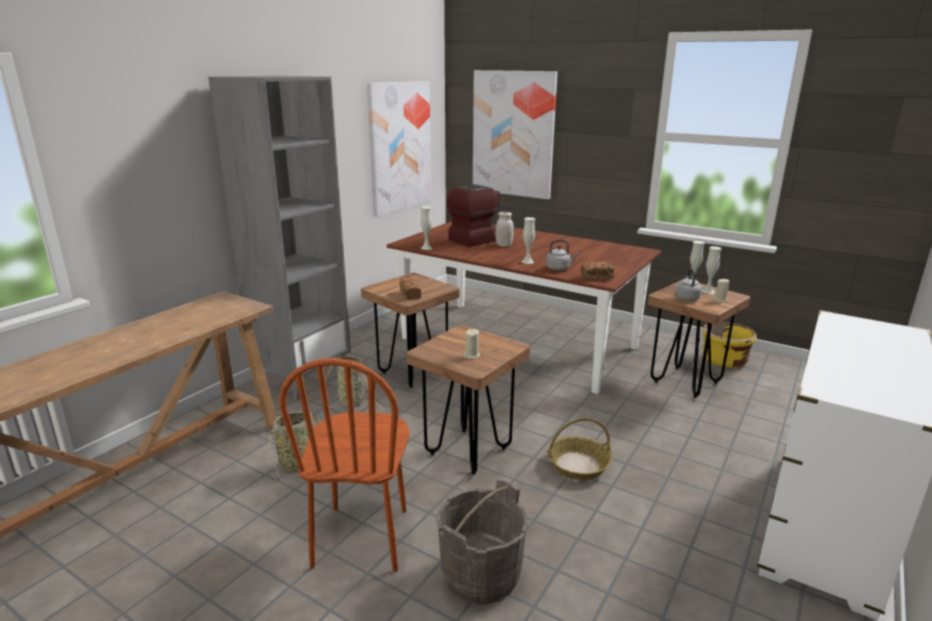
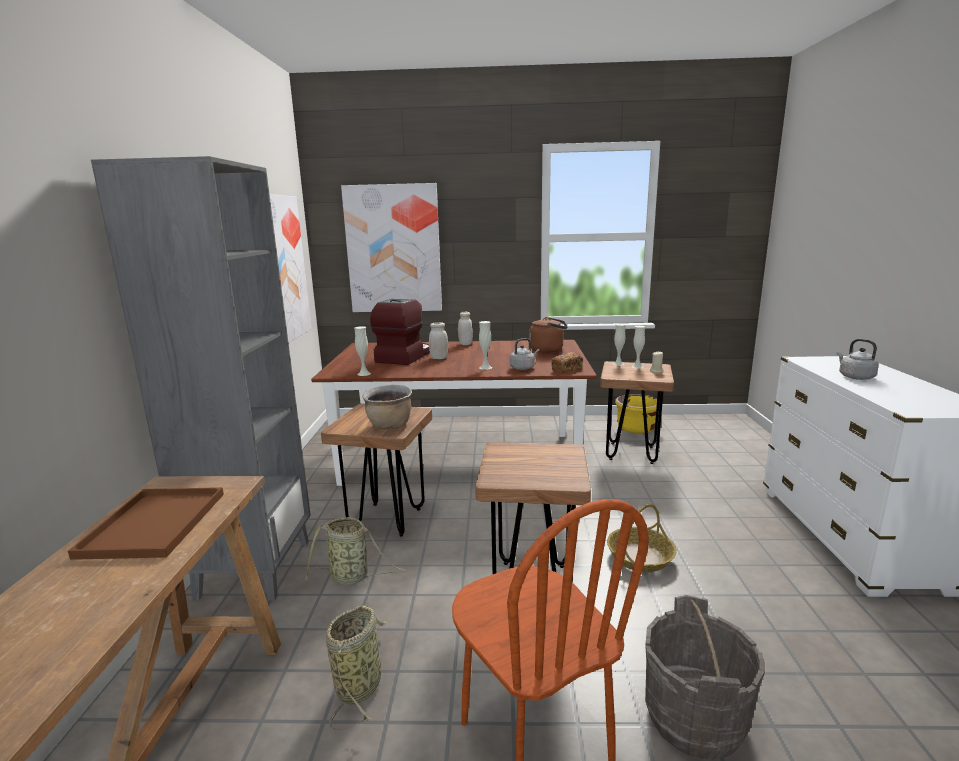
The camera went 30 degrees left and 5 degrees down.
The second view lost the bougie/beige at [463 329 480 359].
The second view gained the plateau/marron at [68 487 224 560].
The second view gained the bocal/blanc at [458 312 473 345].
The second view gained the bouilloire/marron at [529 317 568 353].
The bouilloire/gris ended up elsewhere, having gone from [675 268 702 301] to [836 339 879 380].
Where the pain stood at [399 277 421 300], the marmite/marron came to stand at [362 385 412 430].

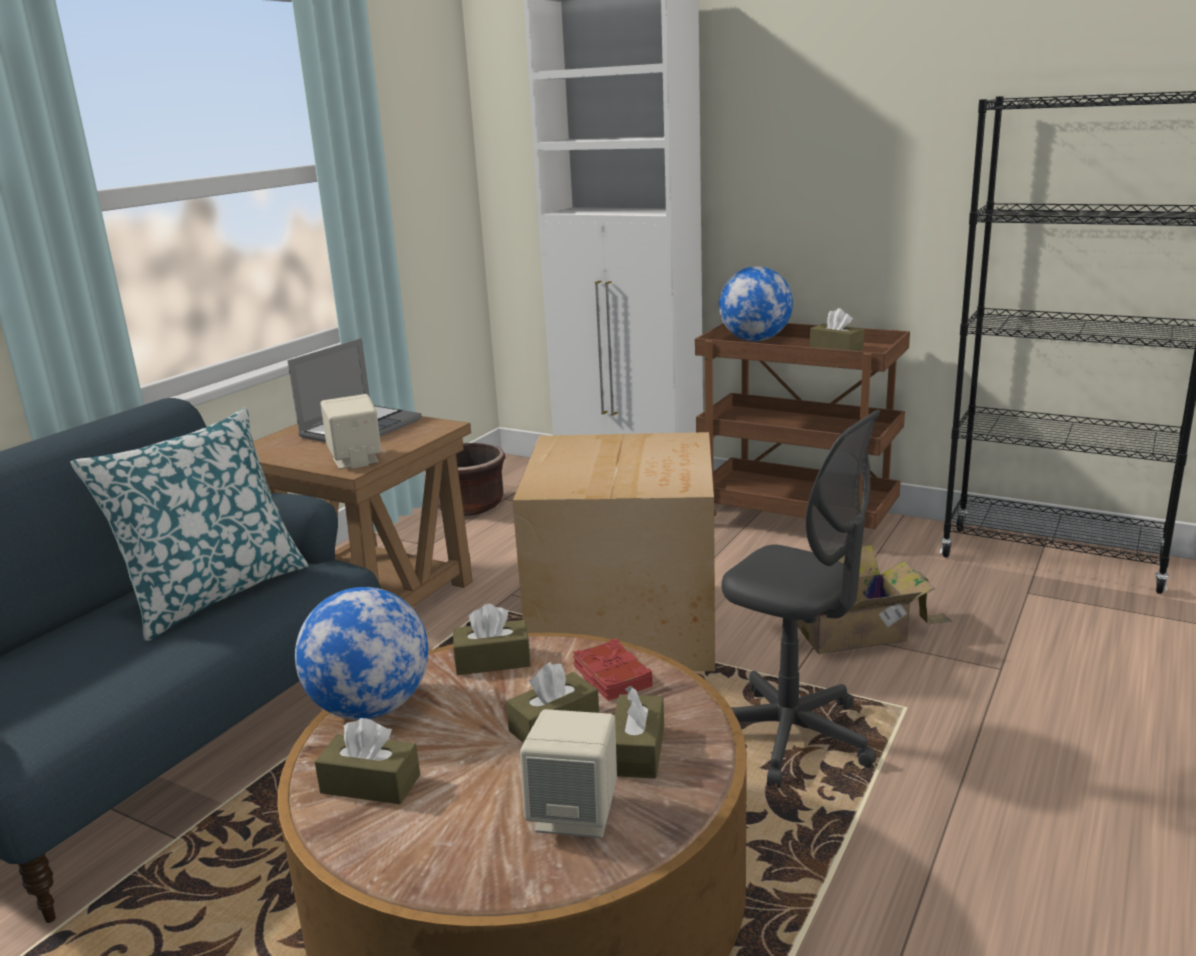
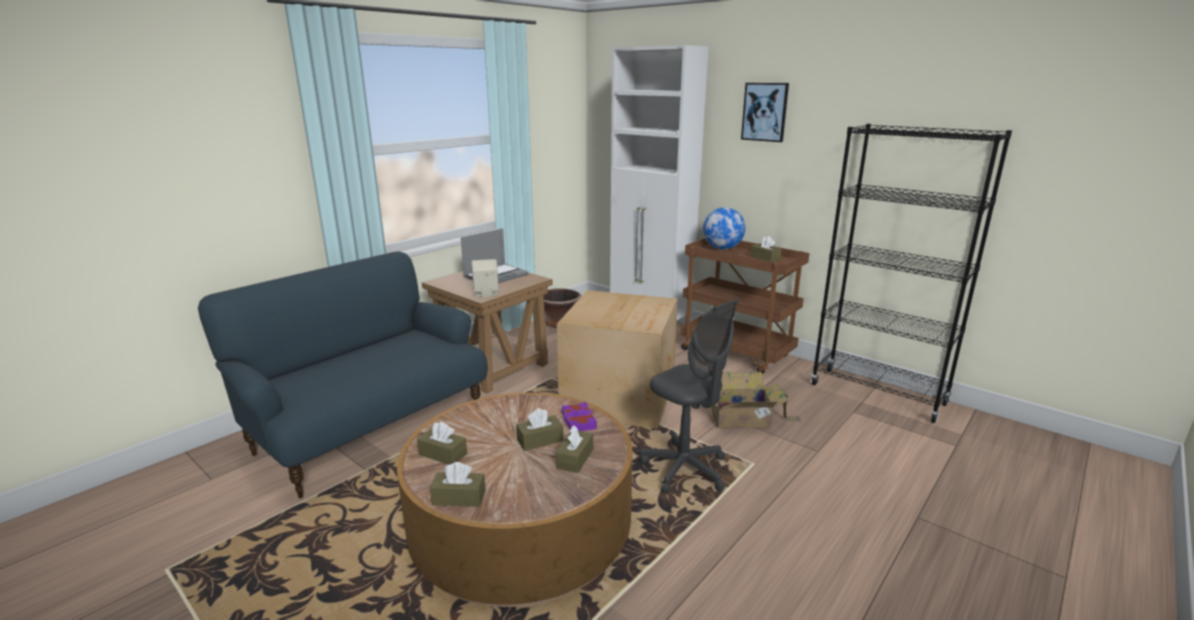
The camera went 10 degrees right and 0 degrees up.
The second view lost the coussin at [70 408 309 642].
The second view lost the globe at [295 587 429 720].
The second view lost the enceinte/beige at [520 709 617 838].
The second view gained the tableau at [741 83 789 142].
The boîte à mouchoirs/marron ended up elsewhere, having gone from [453 604 531 675] to [430 462 485 507].
What was the livre/rouge at [573 638 653 701] turned into the livre/violet at [562 402 597 431].

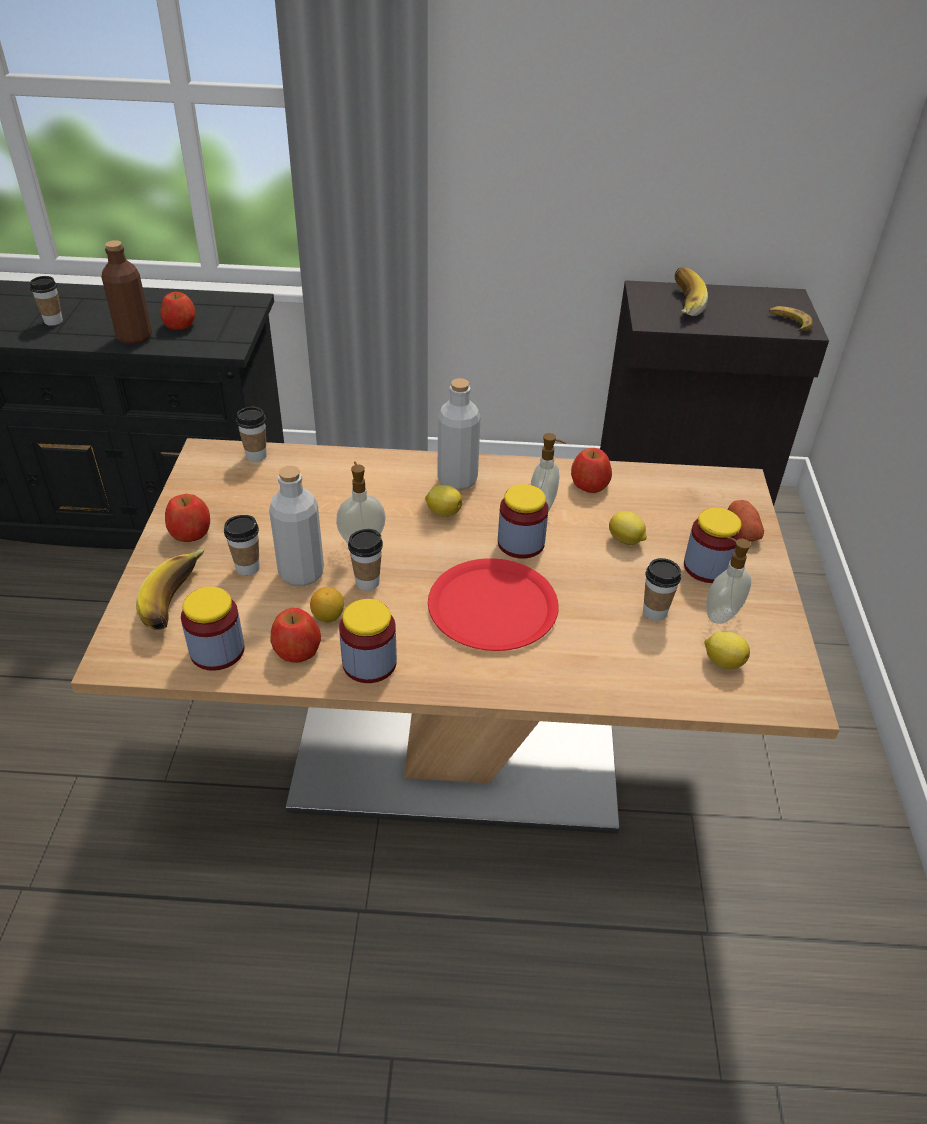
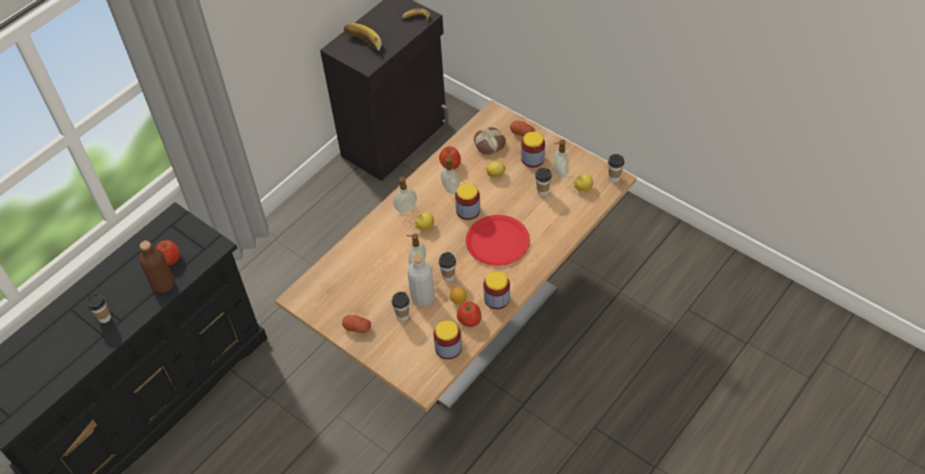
The camera went 50 degrees left and 10 degrees up.
The second view lost the banane at [136 549 205 630].
The second view gained the pain at [474 127 506 155].
The tasse ended up elsewhere, having gone from [236 407 267 462] to [608 154 624 182].
Where the pomme stood at [165 494 210 542], the pomme de terre came to stand at [342 315 371 333].
Where the bouteille/gris stood at [437 378 481 491], the distributeur de savon came to stand at [393 177 417 213].

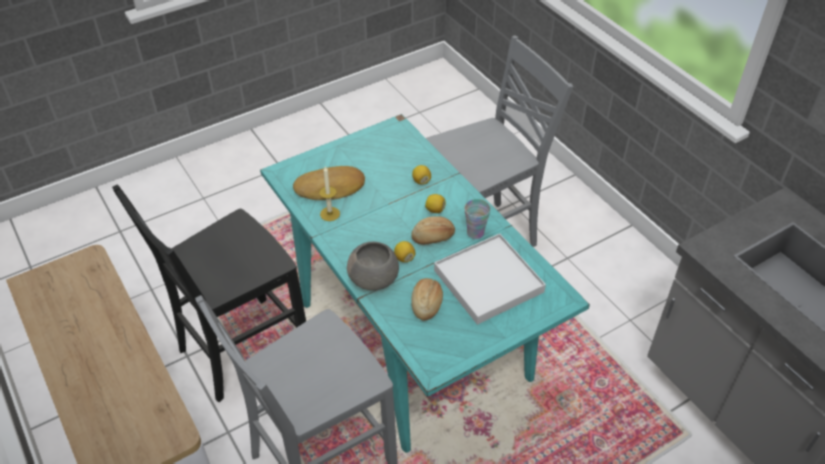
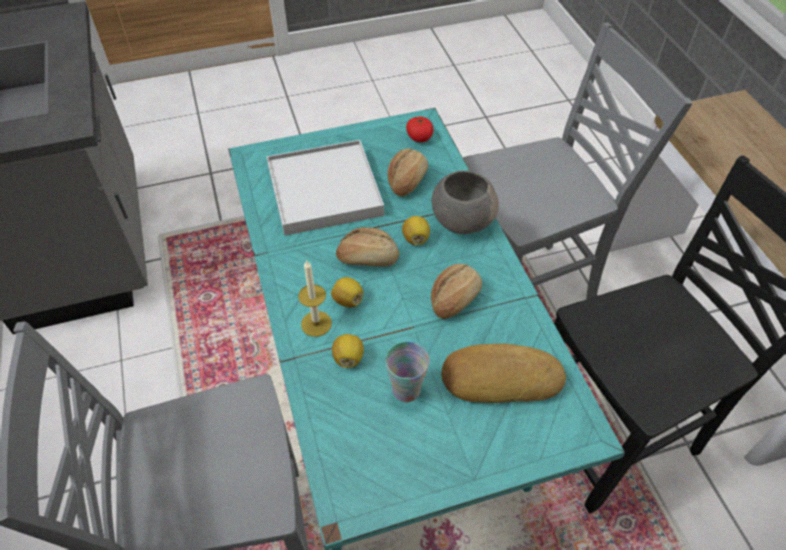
The camera went 165 degrees left and 5 degrees up.
The second view gained the tomate at [406 117 433 142].
The second view gained the pain at [431 264 482 319].
The bougie ended up elsewhere, having gone from [319 166 340 221] to [298 260 332 337].
The tasse ended up elsewhere, having gone from [465 199 491 239] to [385 342 429 402].

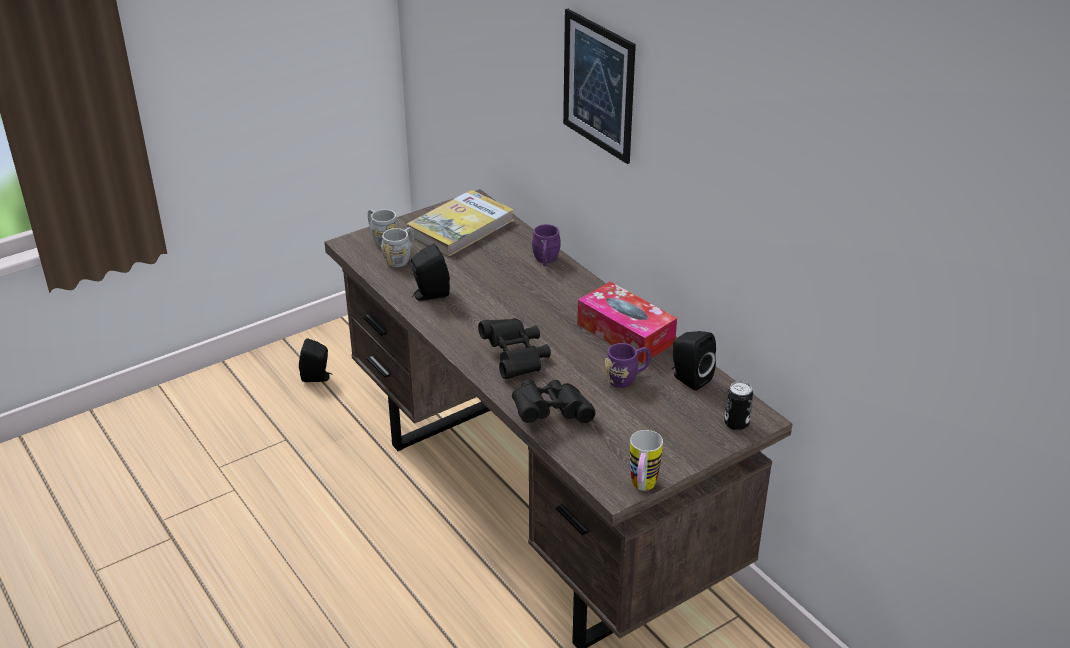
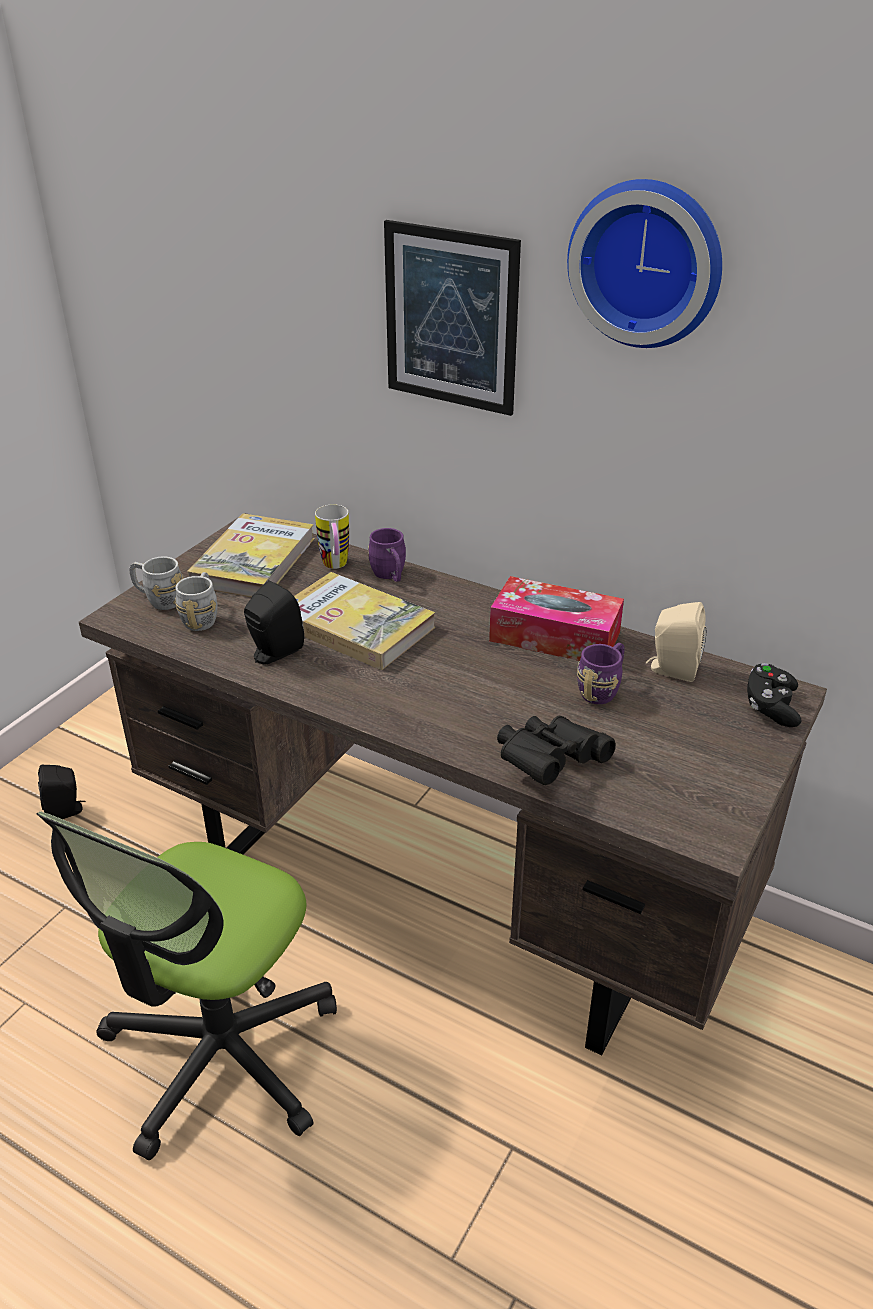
The camera went 25 degrees left and 0 degrees up.
The second view lost the jumelles/noir at [478 318 551 379].
The second view gained the chaise de bureau at [36 811 337 1160].
The second view gained the livre at [294 572 435 670].
The second view gained the horloge murale at [567 179 722 348].
The mug ended up elsewhere, having gone from [630 430 663 491] to [315 504 349 569].
Where the boîte métallique stood at [724 381 753 430], the manette/noir came to stand at [747 663 802 727].
What was the enceinte/noir at [672 331 716 391] turned into the enceinte/beige at [646 602 707 682].

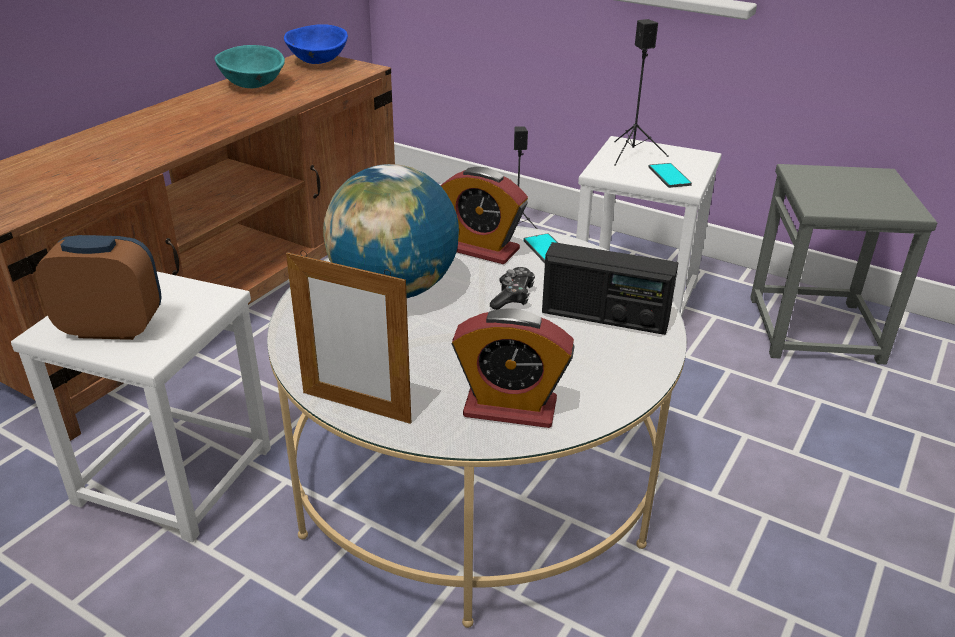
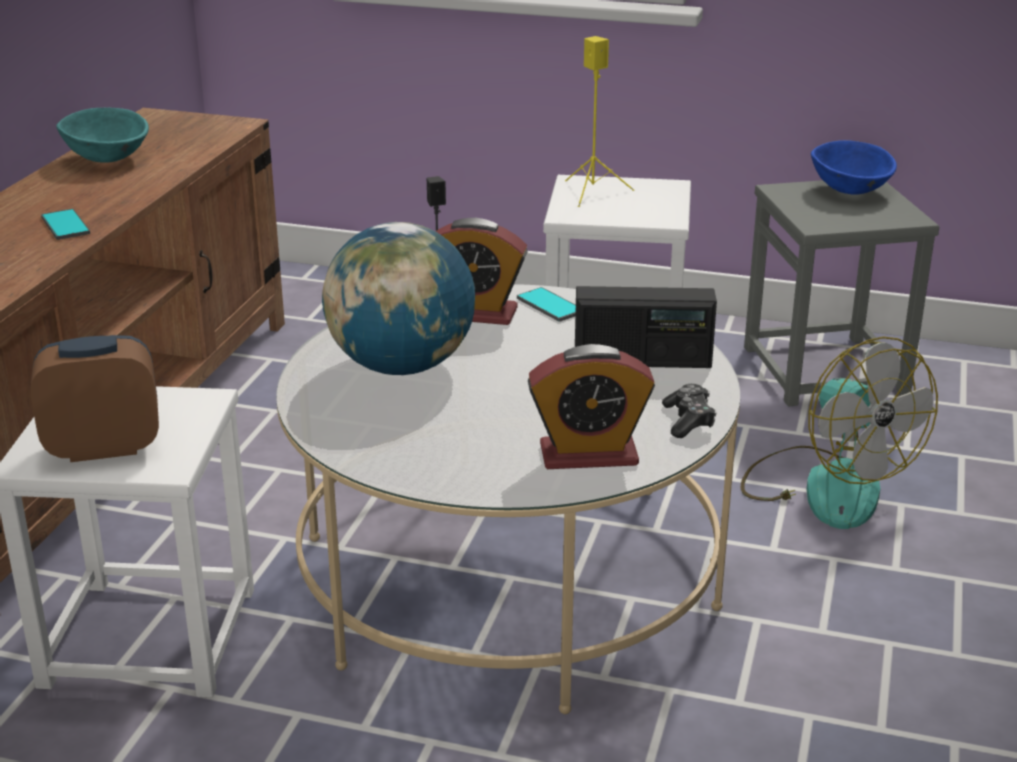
The camera went 15 degrees left and 5 degrees down.
The second view lost the cadre photo at [286 250 411 424].
The second view gained the ventilateur at [741 337 938 529].
The bol/bleu ended up elsewhere, having gone from [284 24 348 64] to [811 140 897 195].
The manette ended up elsewhere, having gone from [490 267 535 310] to [662 384 717 438].
The téléphone ended up elsewhere, having gone from [648 163 692 188] to [41 209 90 240].
What was the enceinte/noir at [614 19 669 165] turned into the enceinte/jaune at [565 36 634 207].

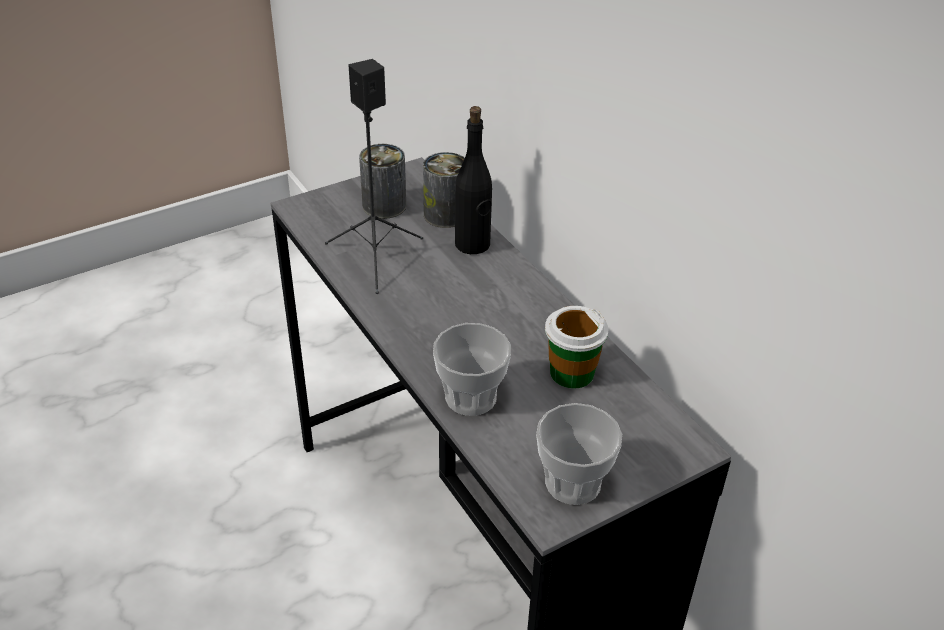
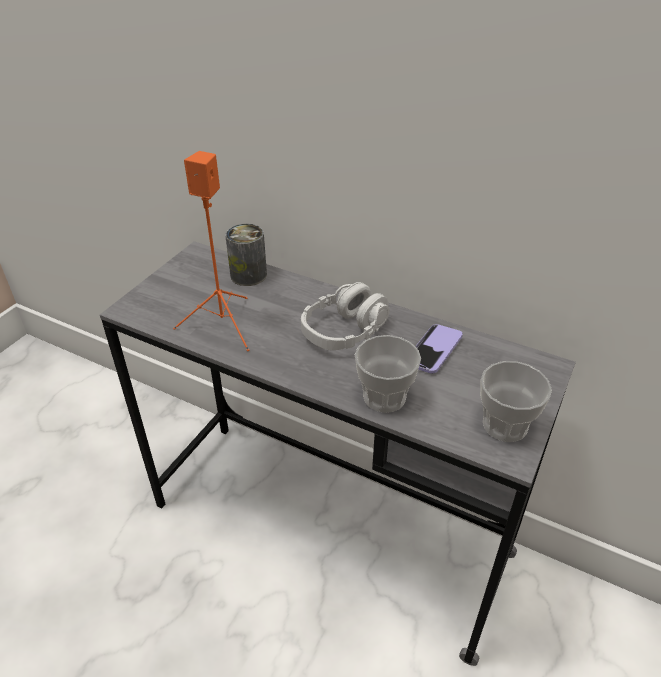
The camera went 30 degrees left and 0 degrees up.
The second view lost the boîte métallique at [359 144 406 219].
The second view lost the bouteille/noir at [455 106 492 254].
The second view gained the casque audio/gris at [301 282 390 350].
Where the tasse stood at [545 306 608 389], the téléphone came to stand at [415 324 463 374].
What was the enceinte/noir at [325 59 423 294] turned into the enceinte/orange at [173 151 249 351].

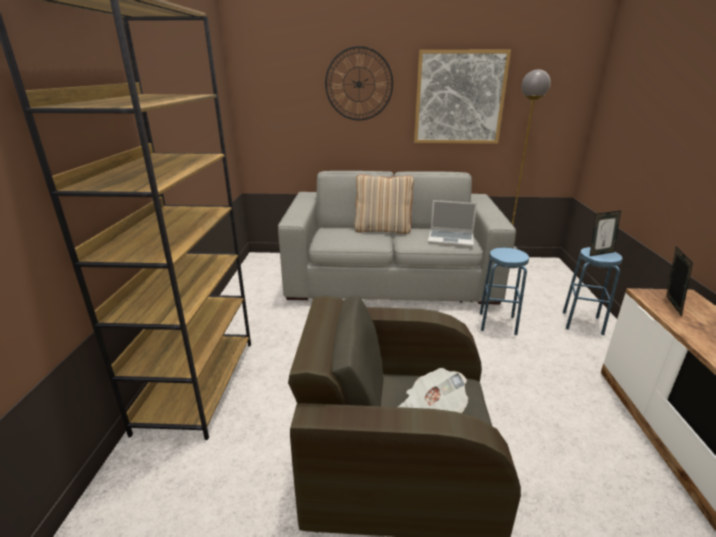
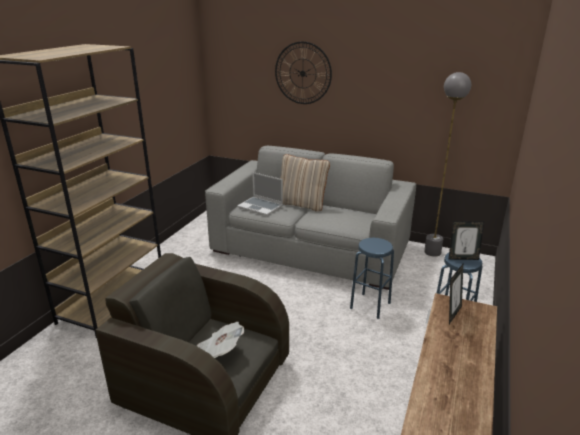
The camera went 20 degrees right and 0 degrees up.
The second view lost the tableau at [414 50 511 144].
The ordinateur portable ended up elsewhere, having gone from [428 200 477 247] to [237 172 283 216].

